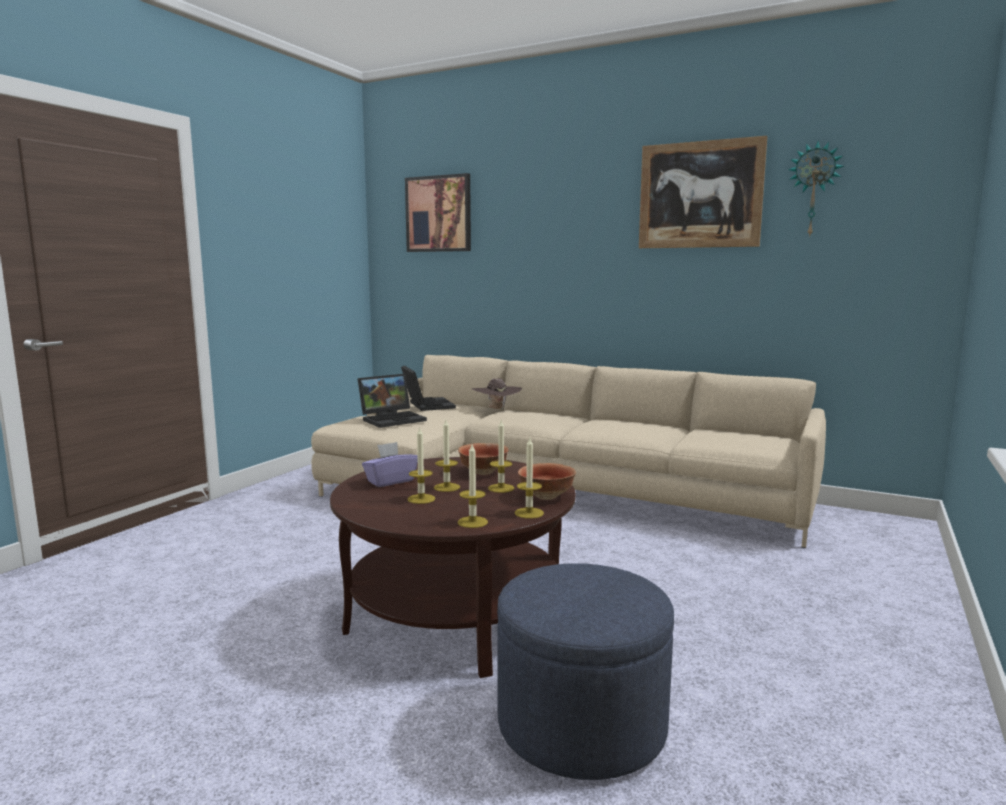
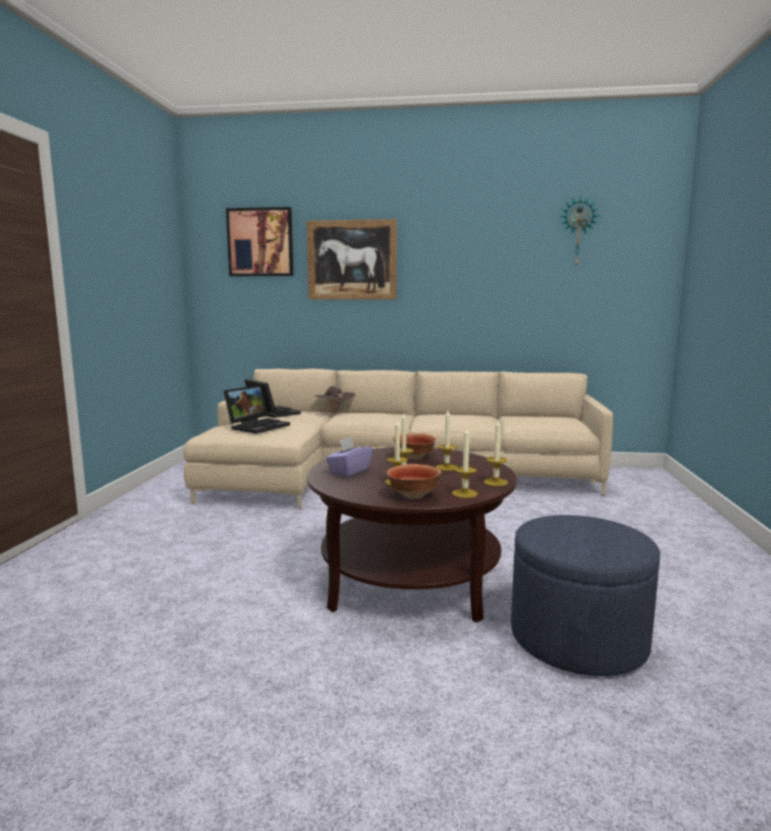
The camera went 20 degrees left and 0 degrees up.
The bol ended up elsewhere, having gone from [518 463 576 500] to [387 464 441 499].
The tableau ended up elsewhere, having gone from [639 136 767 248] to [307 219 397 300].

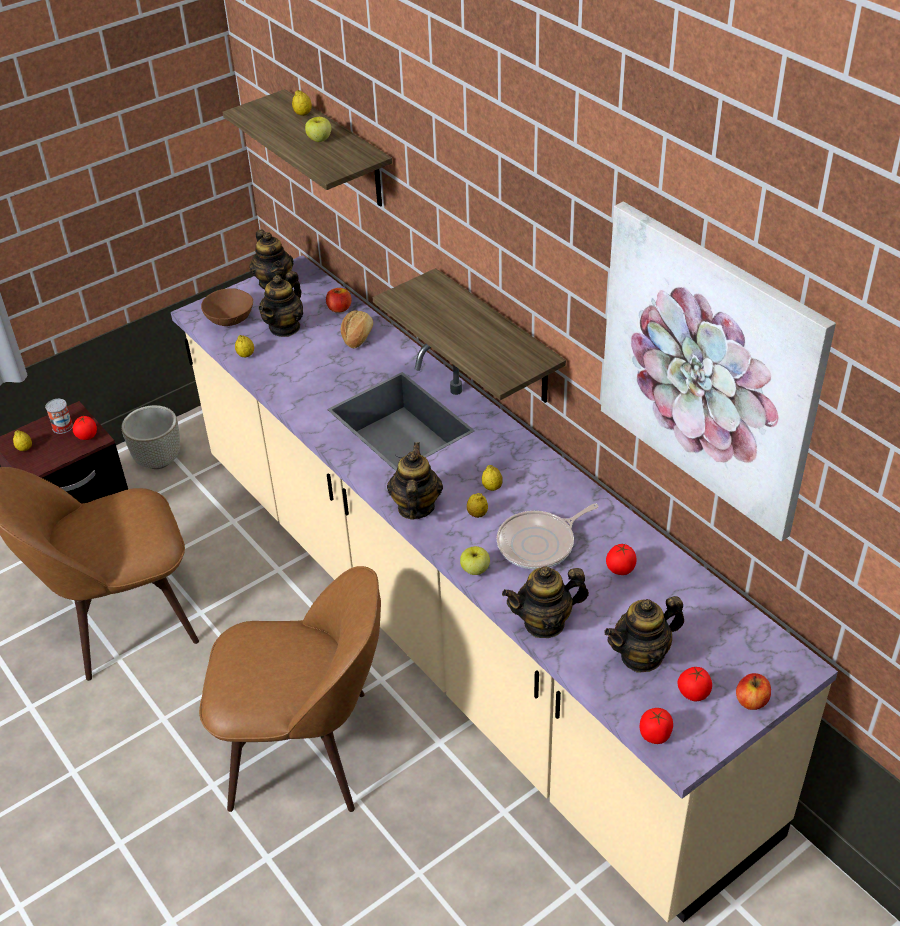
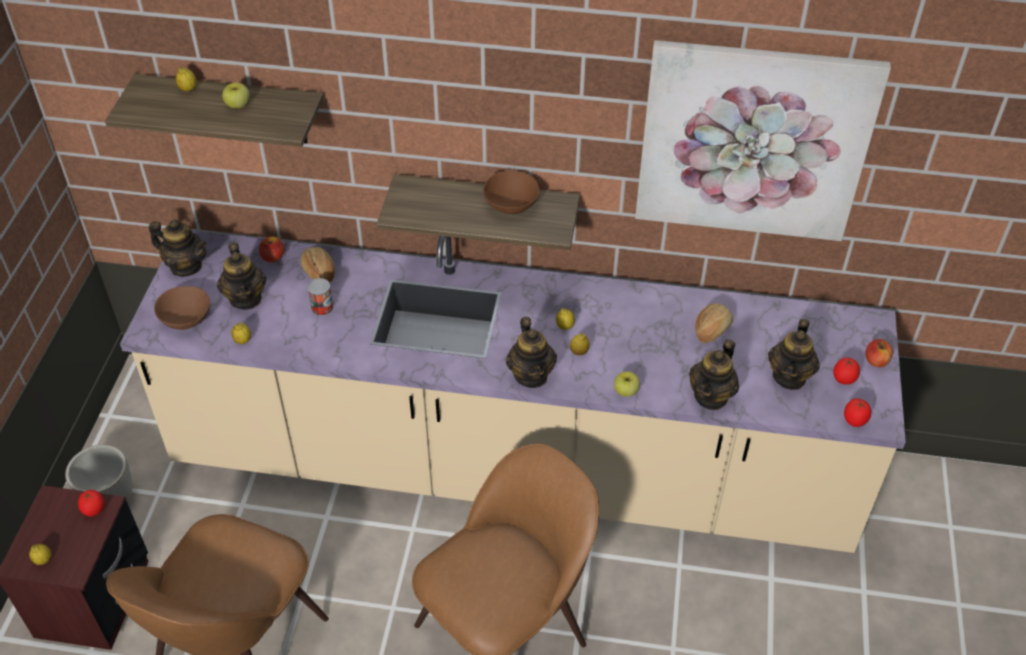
The camera went 45 degrees left and 5 degrees up.
The second view lost the poêle at [497 503 599 569].
The second view gained the bol/marron at [483 170 539 214].
The boîte métallique ended up elsewhere, having gone from [45 399 73 434] to [307 278 334 316].
Where the tomate stood at [606 544 637 575], the pain came to stand at [695 303 733 343].
The théière at [387 442 443 520] ended up facing another way, 150 degrees counterclockwise from before.

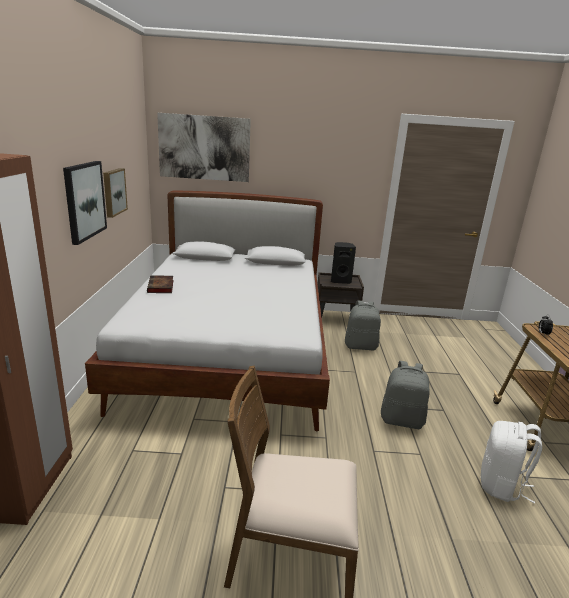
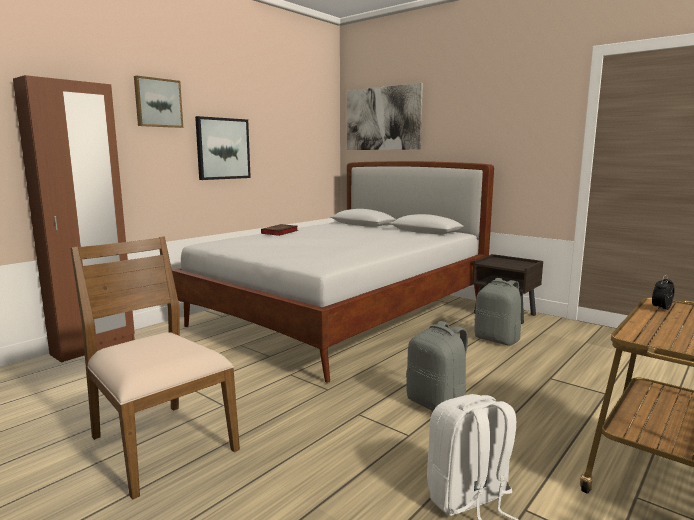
The camera went 40 degrees right and 10 degrees down.
The second view lost the enceinte/noir at [331 242 356 284].
The tableau ended up elsewhere, having gone from [103 168 128 218] to [134 76 183 128].

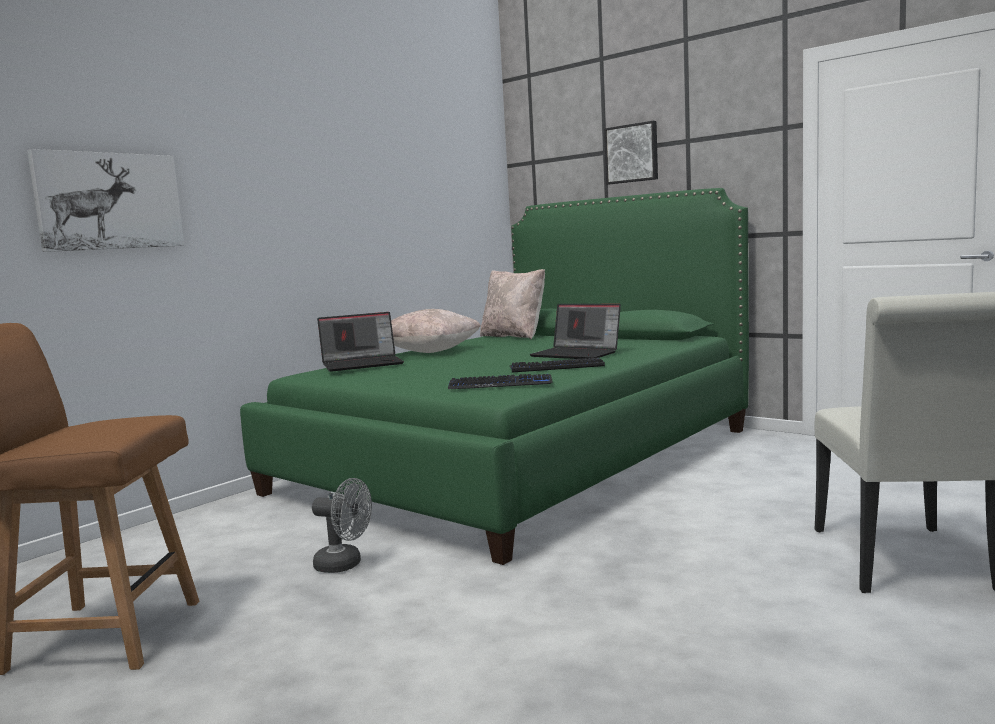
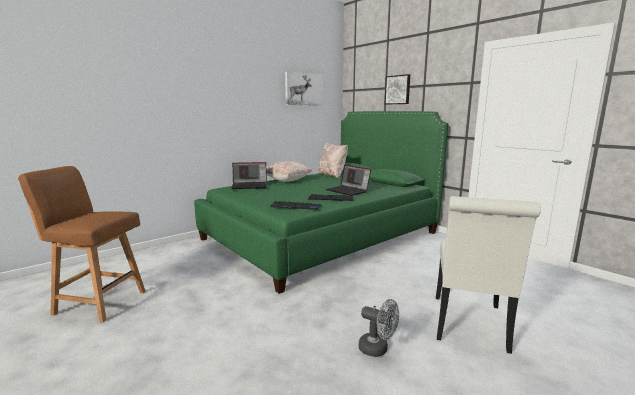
The camera went 10 degrees right and 5 degrees up.
The tableau ended up elsewhere, having gone from [27 149 184 252] to [285 72 323 106].
The ventilateur/gris ended up elsewhere, having gone from [312 478 372 573] to [358 299 399 357].

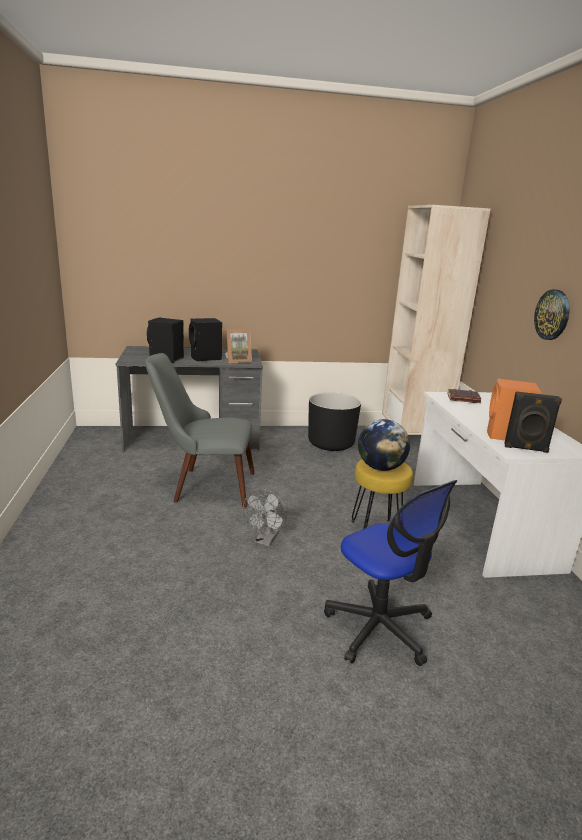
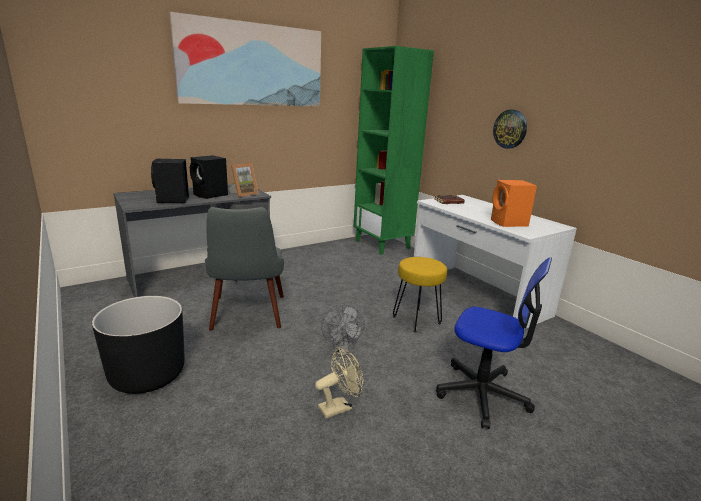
The camera went 25 degrees left and 0 degrees up.
The second view lost the globe at [358 419 410 471].
The second view lost the enceinte/noir at [504 392 562 453].
The second view gained the tableau at [169 12 321 107].
The second view gained the ventilateur/beige at [315 347 364 418].
The cache-pot/noir ended up elsewhere, having gone from [308 393 361 451] to [92 296 185 394].
What was the bibliothèque/beige at [382 205 490 435] turned into the bibliothèque/vert at [354 46 434 255].
The chaise/gris at [145 353 255 508] ended up facing another way, 75 degrees counterclockwise from before.

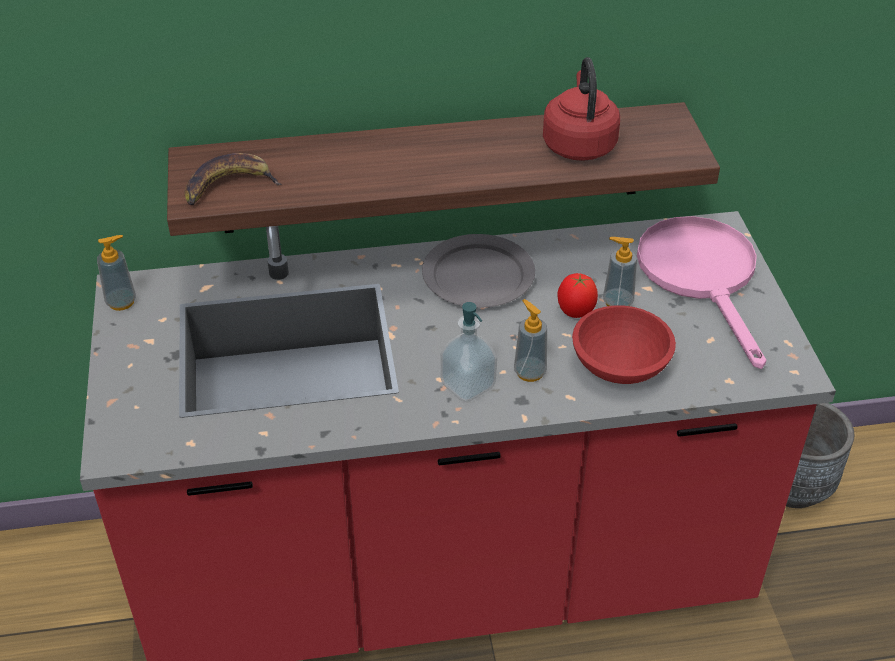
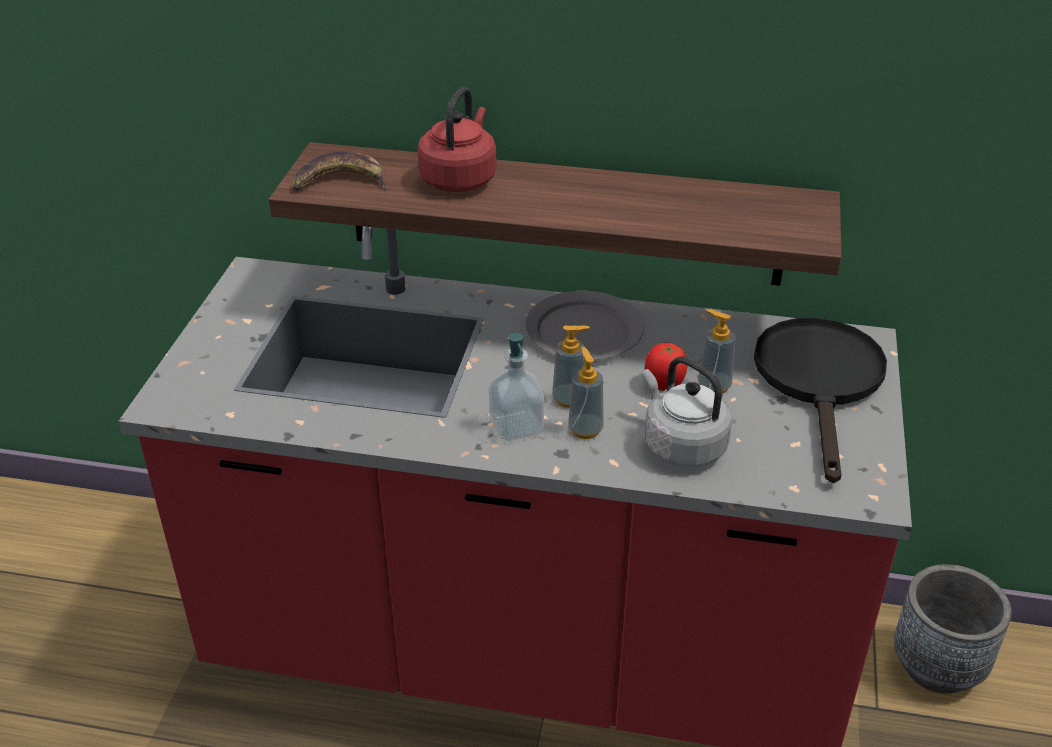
The camera went 20 degrees right and 5 degrees down.
The distributeur de savon ended up elsewhere, having gone from [97 235 136 311] to [552 326 590 408].
The bouilloire/rouge ended up elsewhere, having gone from [543 57 620 161] to [418 87 497 192].
Where the bol/rouge stood at [572 306 676 384], the bouilloire/gris came to stand at [643 356 732 467].
What was the poêle/rose at [637 216 766 369] turned into the poêle/noir at [754 318 887 483].

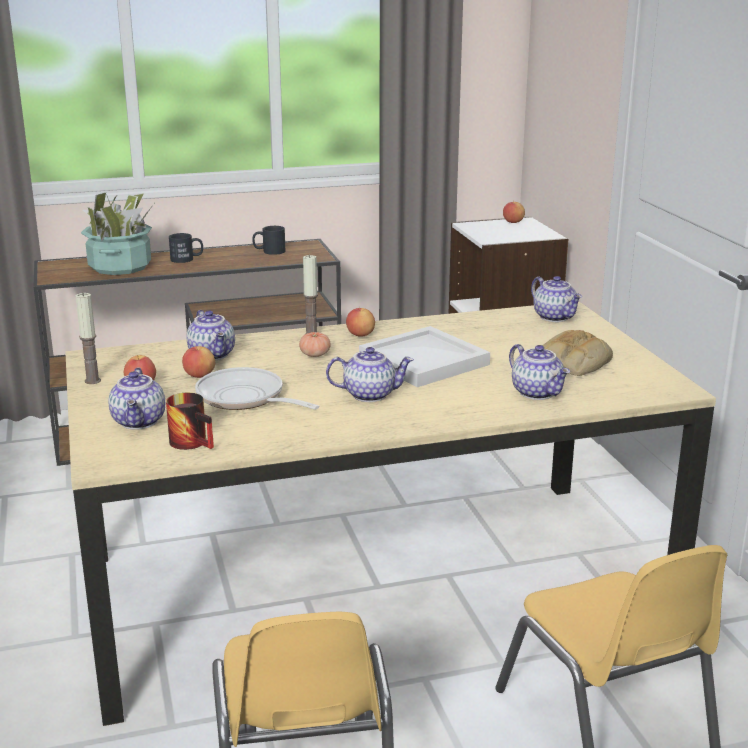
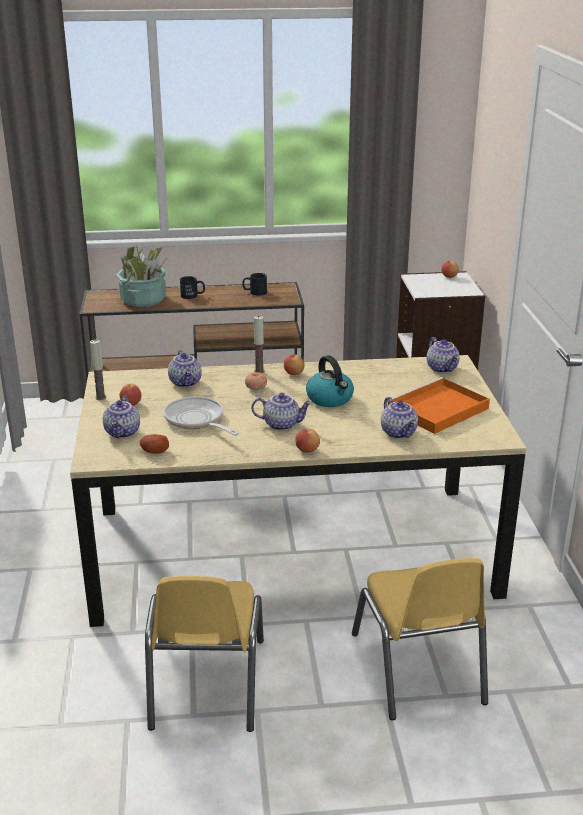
The camera went 10 degrees right and 5 degrees up.
The pomme ended up elsewhere, having gone from [182 346 215 378] to [295 429 320 453].
Where the mug stood at [166 393 214 450], the pomme de terre came to stand at [139 434 169 454].
Where the plateau/blanc stood at [359 326 490 387], the bouilloire came to stand at [306 355 354 407].
Where the pain stood at [542 330 613 376], the plateau/orange came to stand at [388 377 490 434].

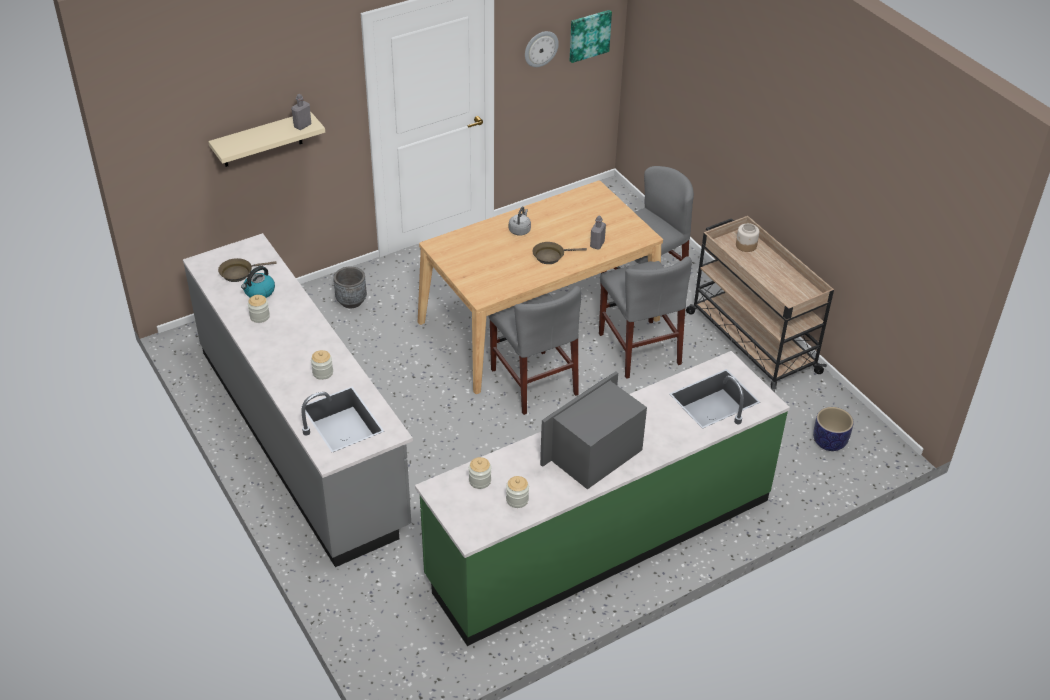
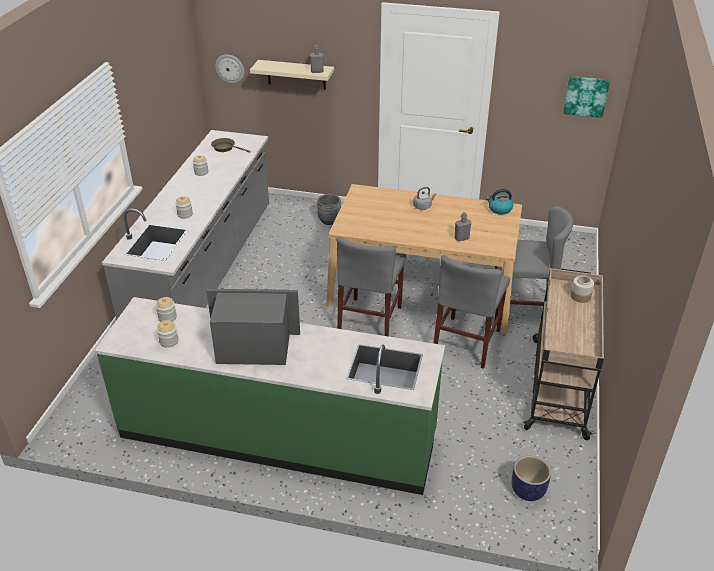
The camera went 45 degrees right and 5 degrees down.
The second view lost the poêle/marron at [532 242 587 264].
The bouilloire ended up elsewhere, having gone from [241 266 275 298] to [486 189 513 214].
The horloge murale ended up elsewhere, having gone from [525 31 559 67] to [215 54 244 84].

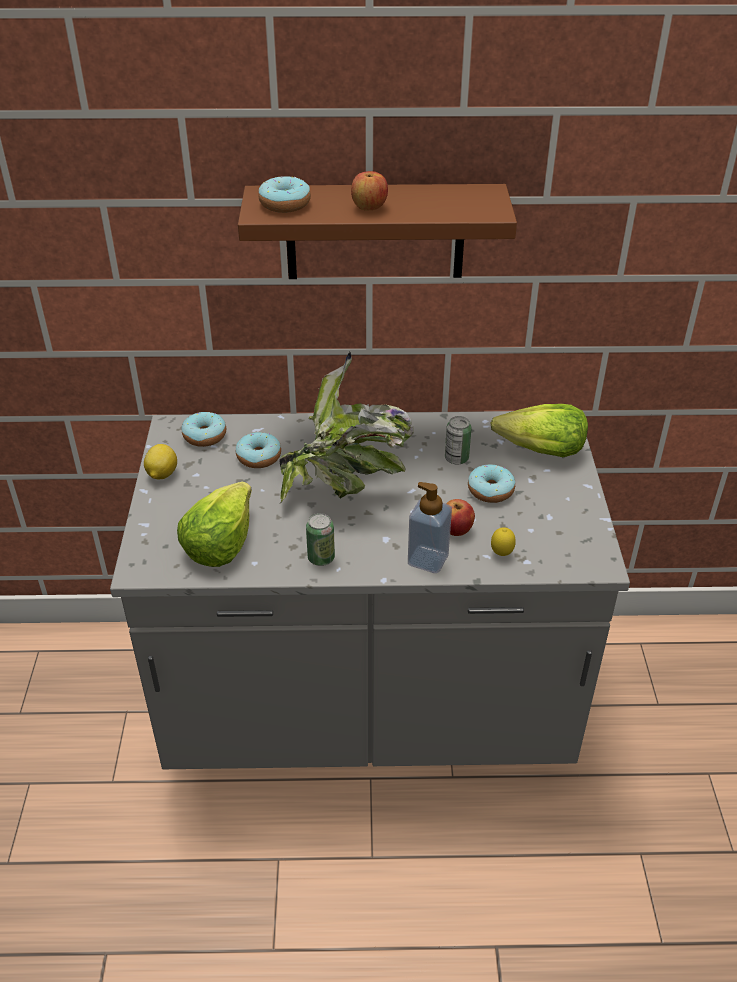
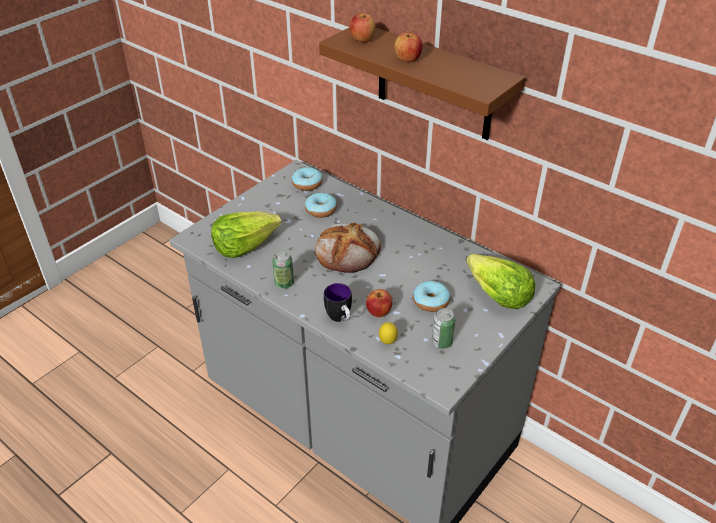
The camera went 40 degrees right and 0 degrees up.
The second view lost the citron at [144 444 177 479].
The boîte métallique ended up elsewhere, having gone from [445 416 472 465] to [432 308 455 349].
Where the beignet stood at [258 176 311 213], the pomme came to stand at [350 13 376 42].
Where the plante en pot stood at [279 352 414 503], the pain came to stand at [315 223 381 273].
Where the distributeur de savon stood at [408 482 452 573], the mug came to stand at [324 283 352 322].

